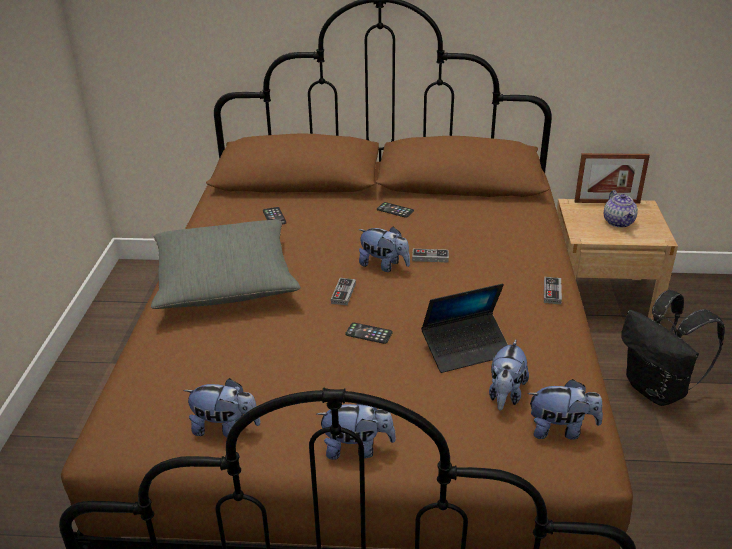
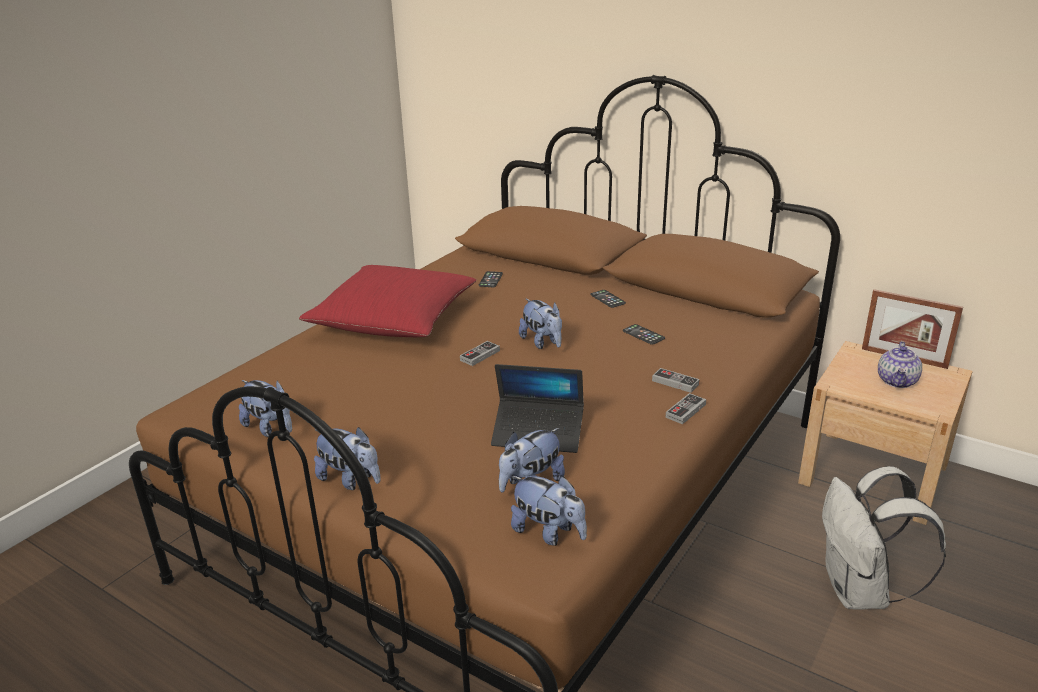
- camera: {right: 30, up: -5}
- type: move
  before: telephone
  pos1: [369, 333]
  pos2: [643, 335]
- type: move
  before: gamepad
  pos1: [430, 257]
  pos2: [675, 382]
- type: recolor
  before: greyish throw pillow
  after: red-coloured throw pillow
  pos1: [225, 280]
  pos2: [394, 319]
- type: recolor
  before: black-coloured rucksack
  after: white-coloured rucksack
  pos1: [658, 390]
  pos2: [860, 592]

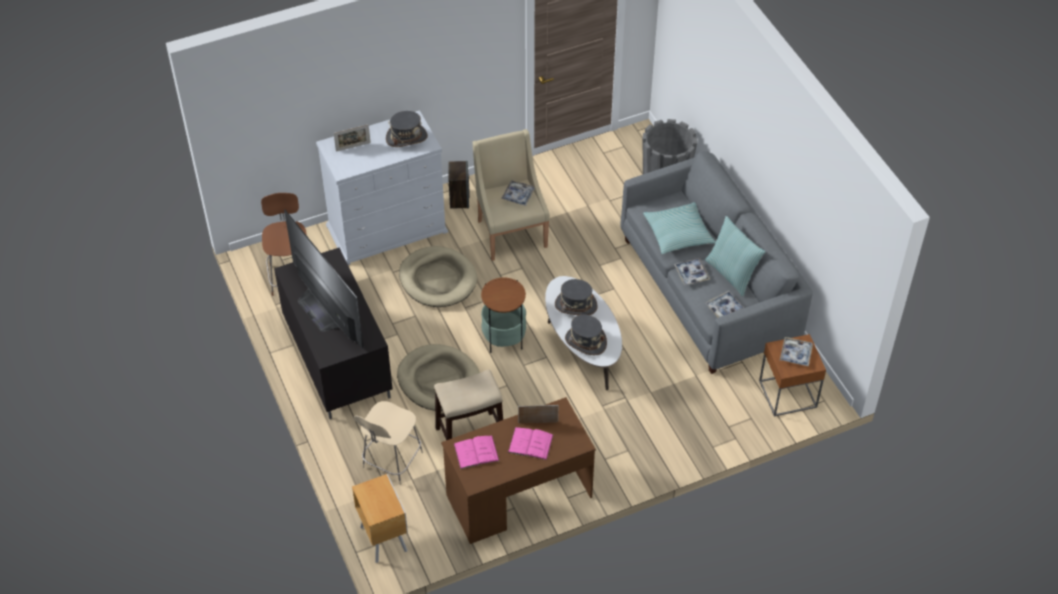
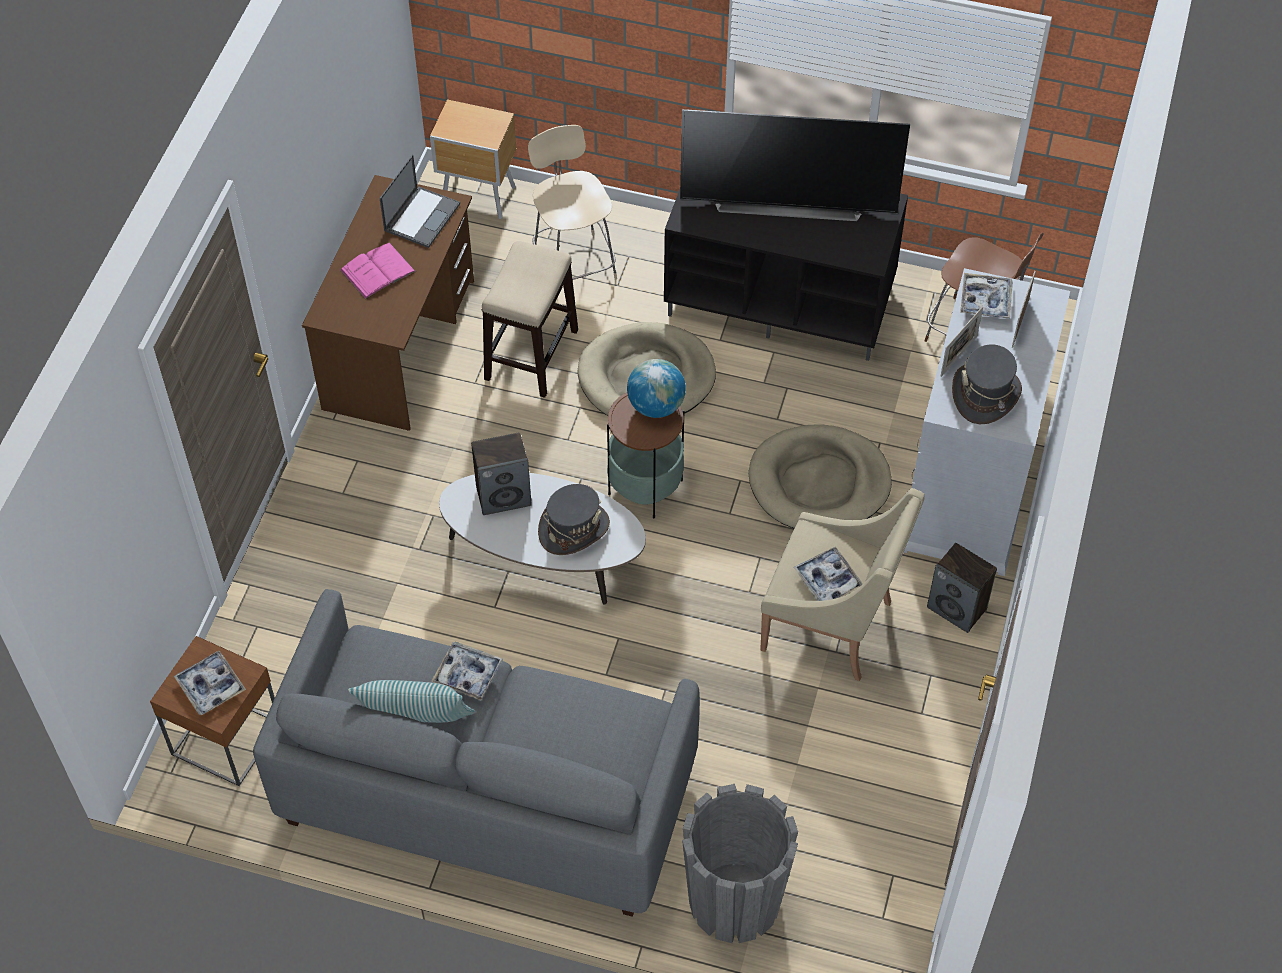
- camera: {right: 130, up: 5}
- type: delete
  before: throw pillow
  pos1: [678, 233]
- type: insert
  after: world globe
  pos2: [656, 406]
- type: move
  before: photo frame
  pos1: [538, 422]
  pos2: [958, 356]
- type: move
  before: tray
  pos1: [724, 308]
  pos2: [985, 300]
- type: replace
  before: pink book
  after: portable computer
  pos1: [476, 452]
  pos2: [422, 216]
- type: replace
  before: greyish clothing hat
  after: loudspeaker
  pos1: [585, 341]
  pos2: [504, 496]

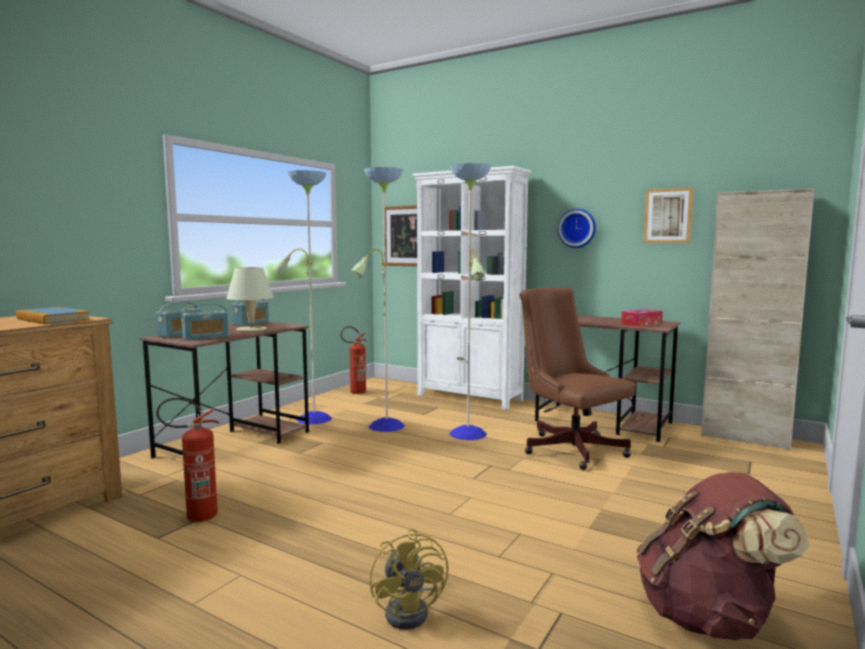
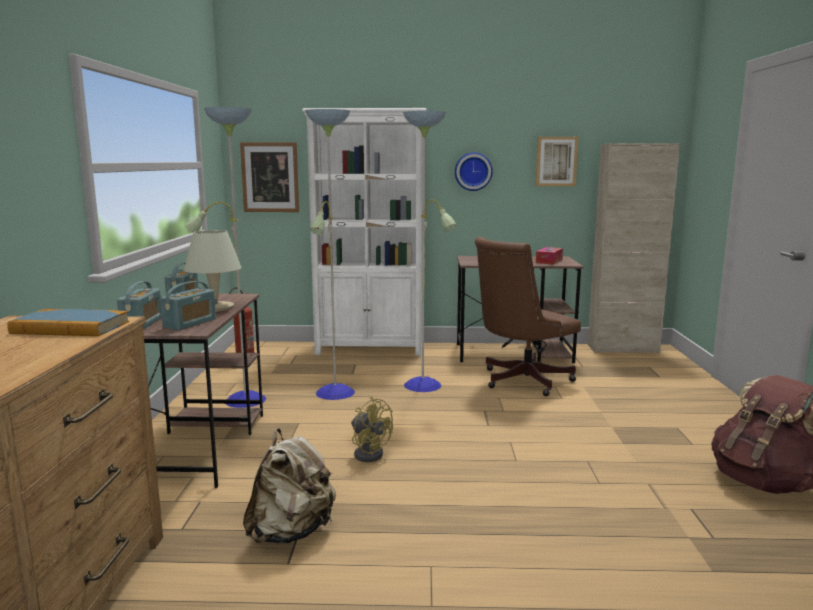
- camera: {right: -30, up: 5}
- type: move
  before: yellow fan
  pos1: [412, 610]
  pos2: [369, 452]
- type: replace
  before: fire-fighting cylinder
  after: sand-coloured rucksack
  pos1: [194, 517]
  pos2: [291, 532]
- type: rotate
  before: brownish office chair
  pos1: [569, 447]
  pos2: [520, 381]
  turn: -60

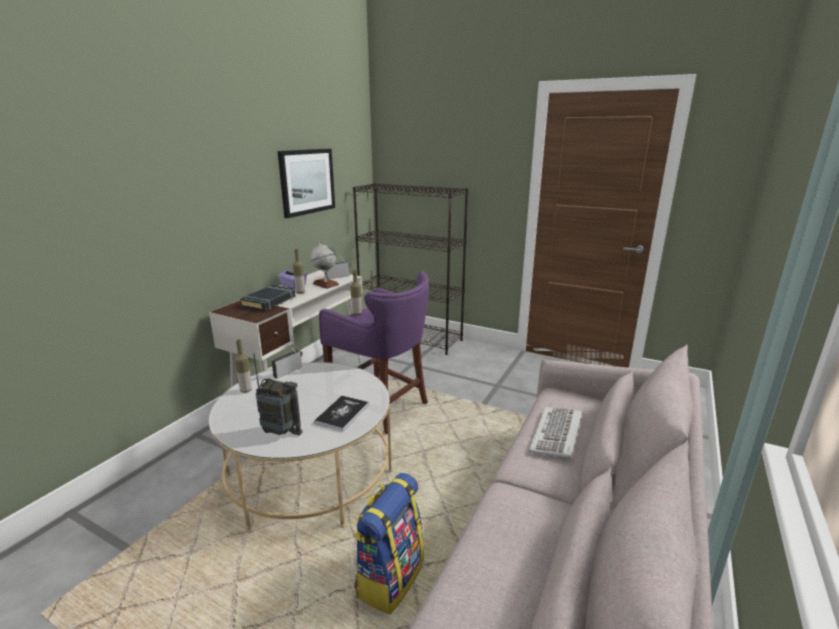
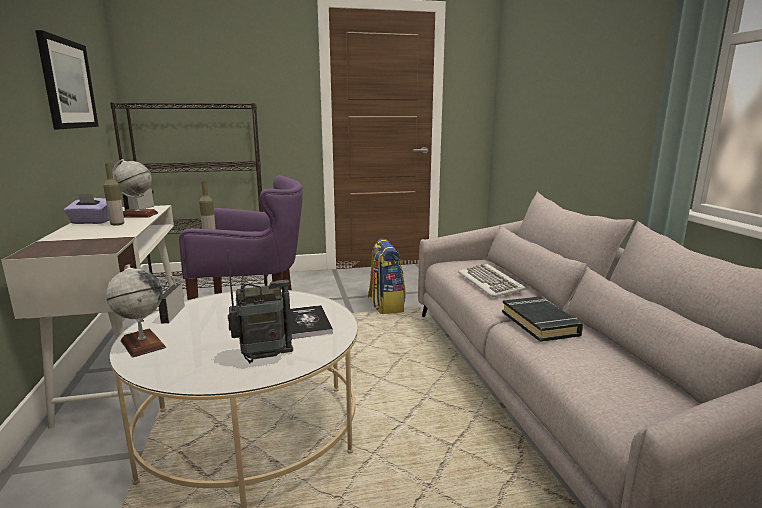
- camera: {right: -40, up: -5}
- type: move
  before: black-coloured book
  pos1: [269, 302]
  pos2: [540, 323]
- type: move
  before: rucksack
  pos1: [390, 577]
  pos2: [385, 305]
- type: replace
  before: bottle
  after: world globe
  pos1: [246, 390]
  pos2: [142, 344]

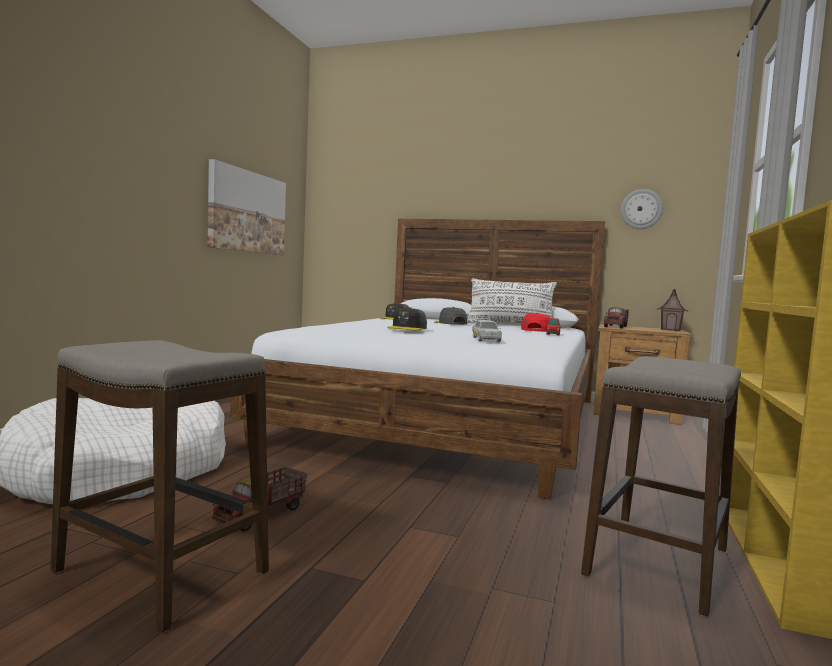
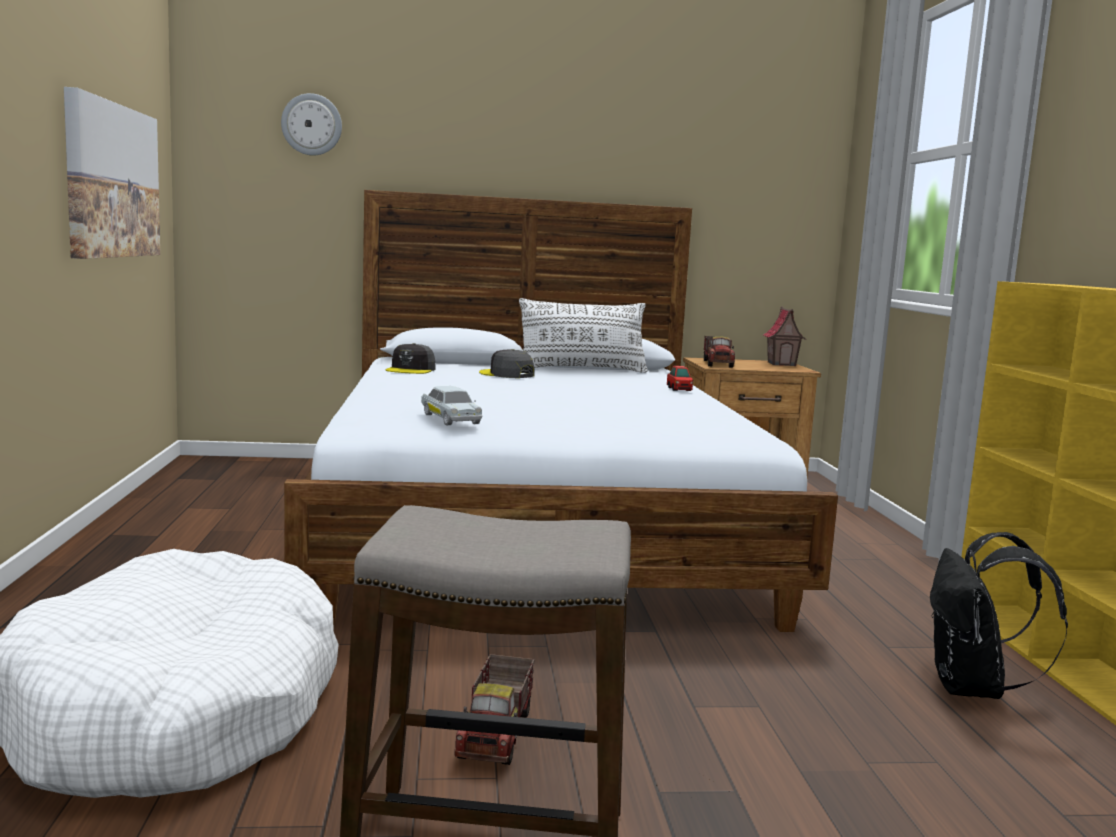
- camera: {right: -25, up: 5}
- type: delete
  before: greyish cap
  pos1: [407, 328]
- type: delete
  before: red-coloured cap
  pos1: [536, 330]
- type: move
  before: white-coloured miniature car
  pos1: [486, 339]
  pos2: [450, 419]
- type: move
  before: hanging clock
  pos1: [641, 209]
  pos2: [312, 124]
- type: replace
  before: stool
  after: black-coloured rucksack
  pos1: [658, 562]
  pos2: [973, 689]

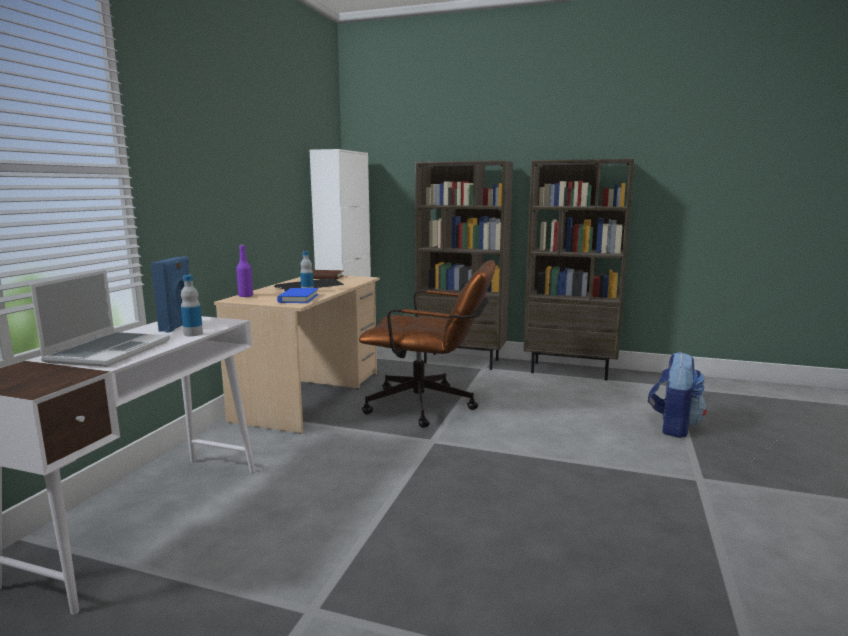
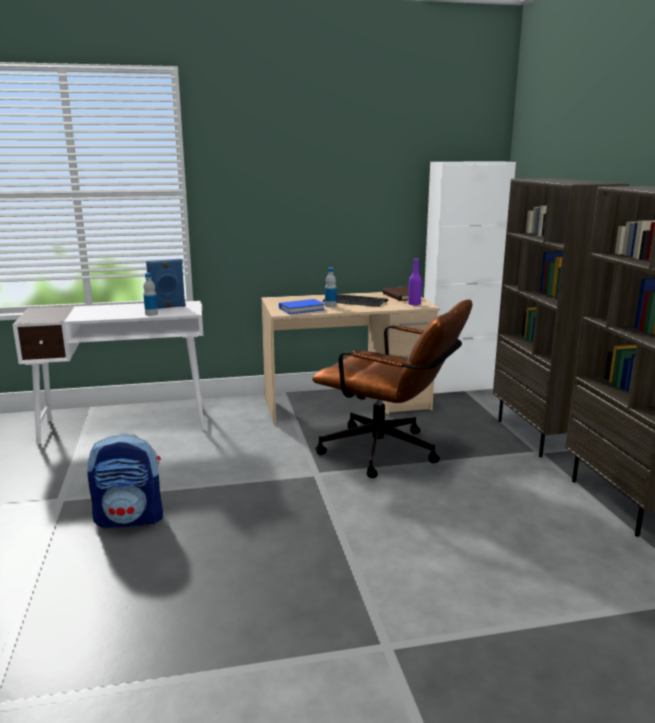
- camera: {right: 60, up: 5}
- type: delete
  before: portable computer
  pos1: [109, 351]
- type: move
  before: purple bottle
  pos1: [245, 296]
  pos2: [414, 304]
- type: move
  before: rucksack
  pos1: [673, 426]
  pos2: [130, 518]
- type: rotate
  before: brownish office chair
  pos1: [430, 406]
  pos2: [389, 453]
  turn: -45

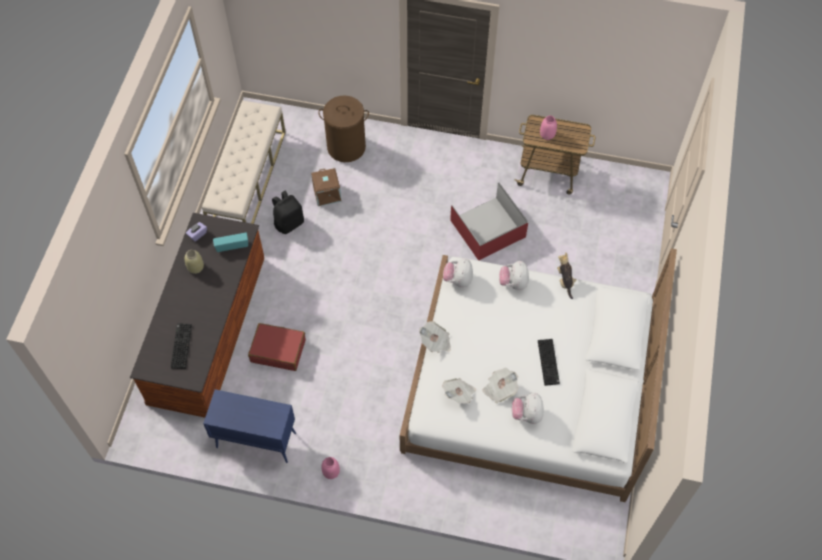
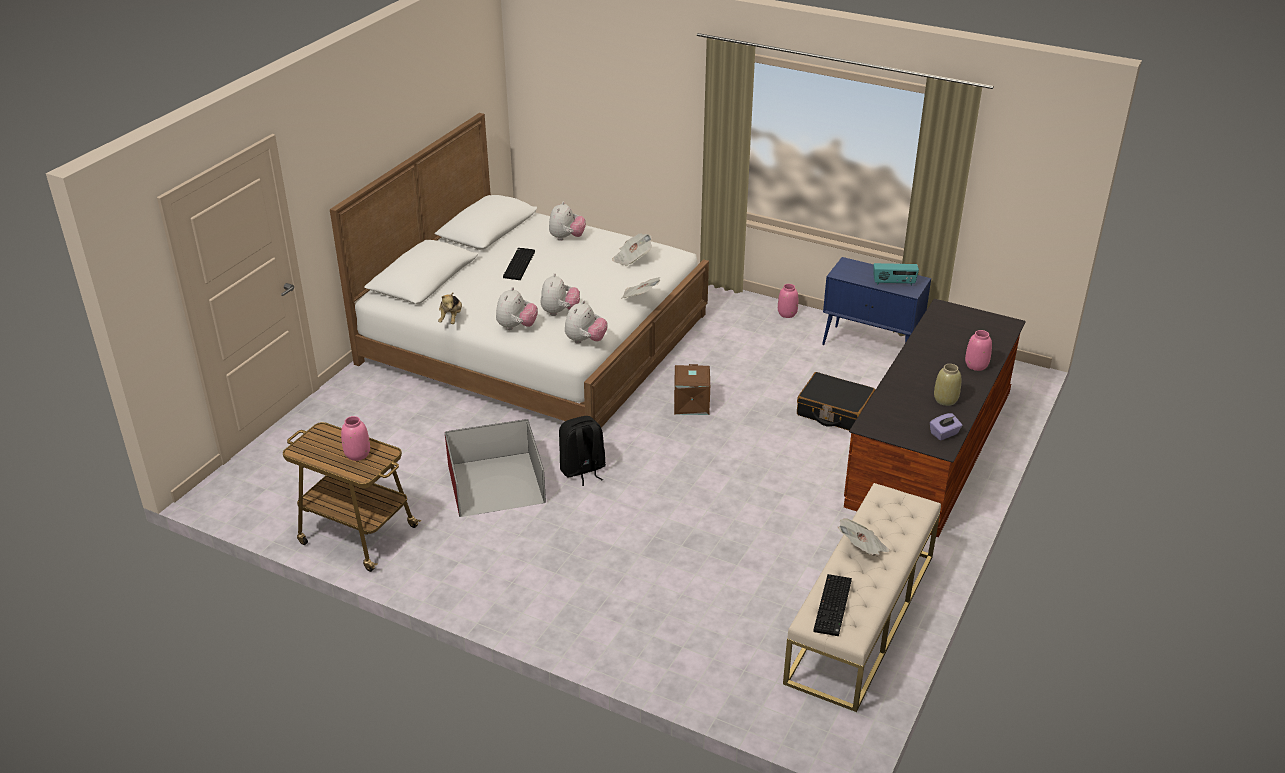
- camera: {right: -165, up: -25}
- type: delete
  before: brownish laundry basket
  pos1: [346, 147]
- type: insert
  after: cuddly toy
  pos2: [560, 312]
- type: insert
  after: pink decorative vase
  pos2: [976, 365]
- type: move
  before: keyboard
  pos1: [180, 346]
  pos2: [834, 606]
- type: move
  before: radio
  pos1: [232, 246]
  pos2: [894, 283]
- type: move
  before: black-coloured rucksack
  pos1: [289, 223]
  pos2: [582, 470]
- type: move
  before: brownish storage container
  pos1: [327, 194]
  pos2: [690, 404]
- type: move
  before: daily paper
  pos1: [499, 389]
  pos2: [862, 548]
- type: recolor
  before: red-coloured travel case
  after: black-coloured travel case
  pos1: [278, 350]
  pos2: [834, 411]

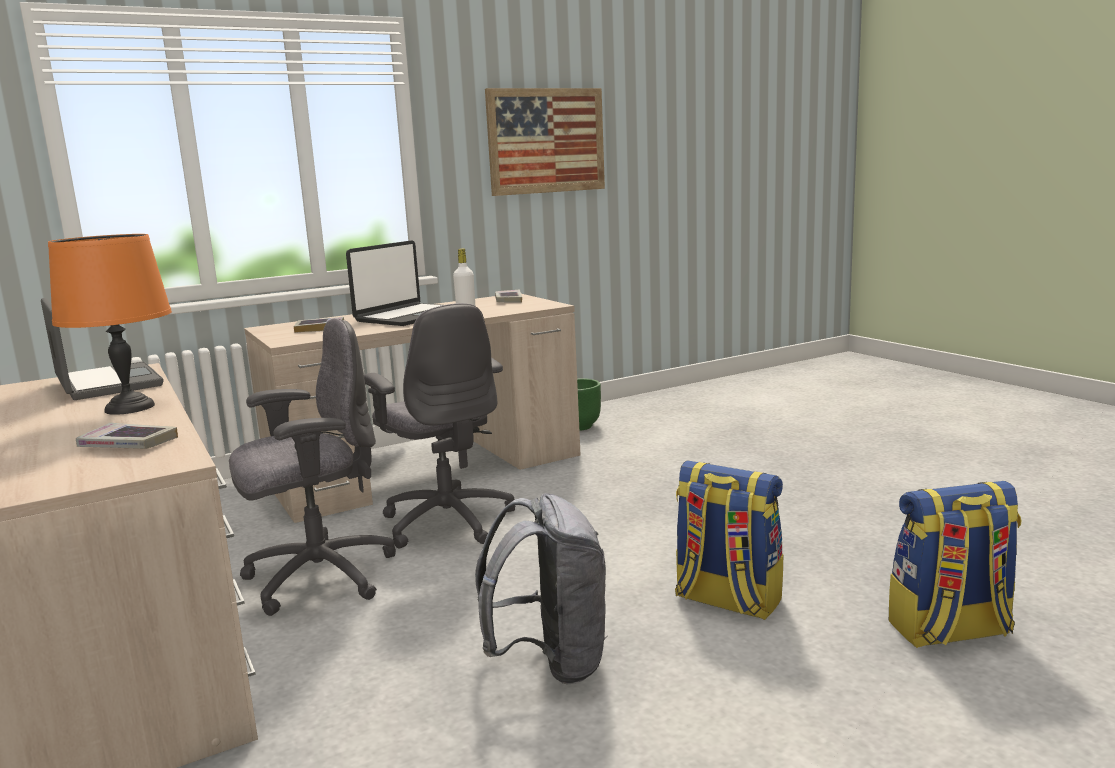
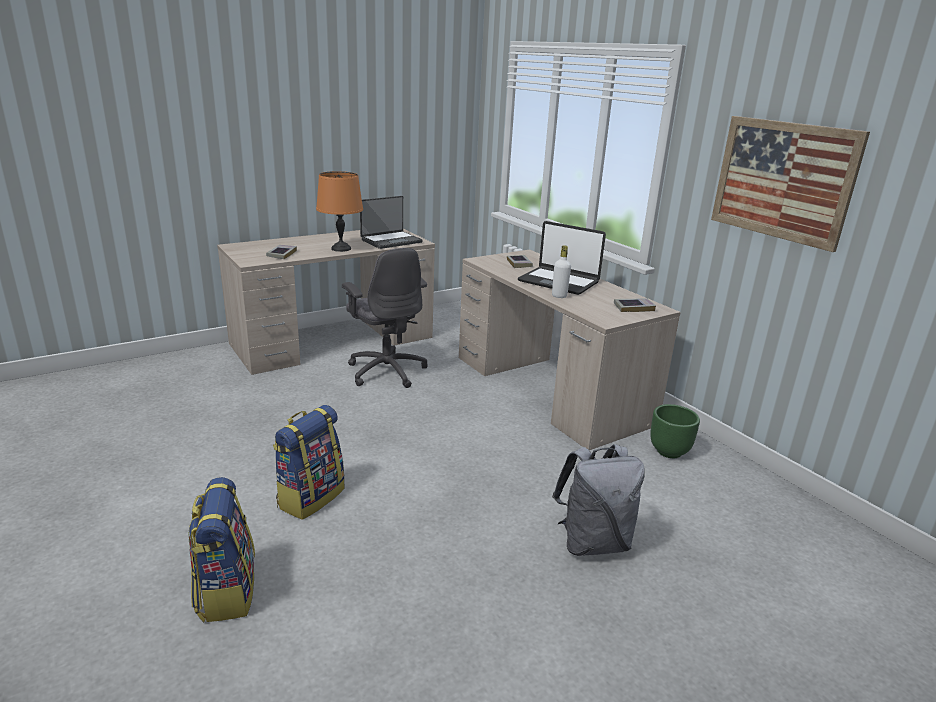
- camera: {right: 85, up: 10}
- type: delete
  before: greyish office chair
  pos1: [447, 521]
- type: move
  before: greyish rucksack
  pos1: [550, 662]
  pos2: [593, 542]

